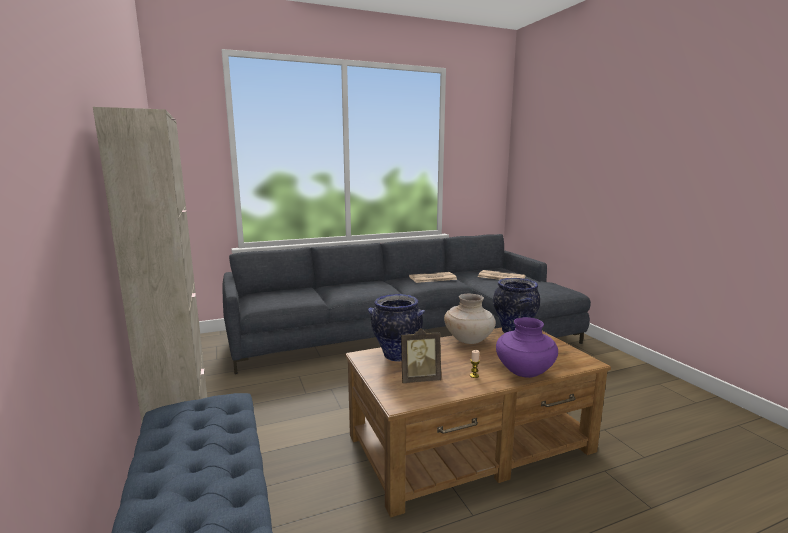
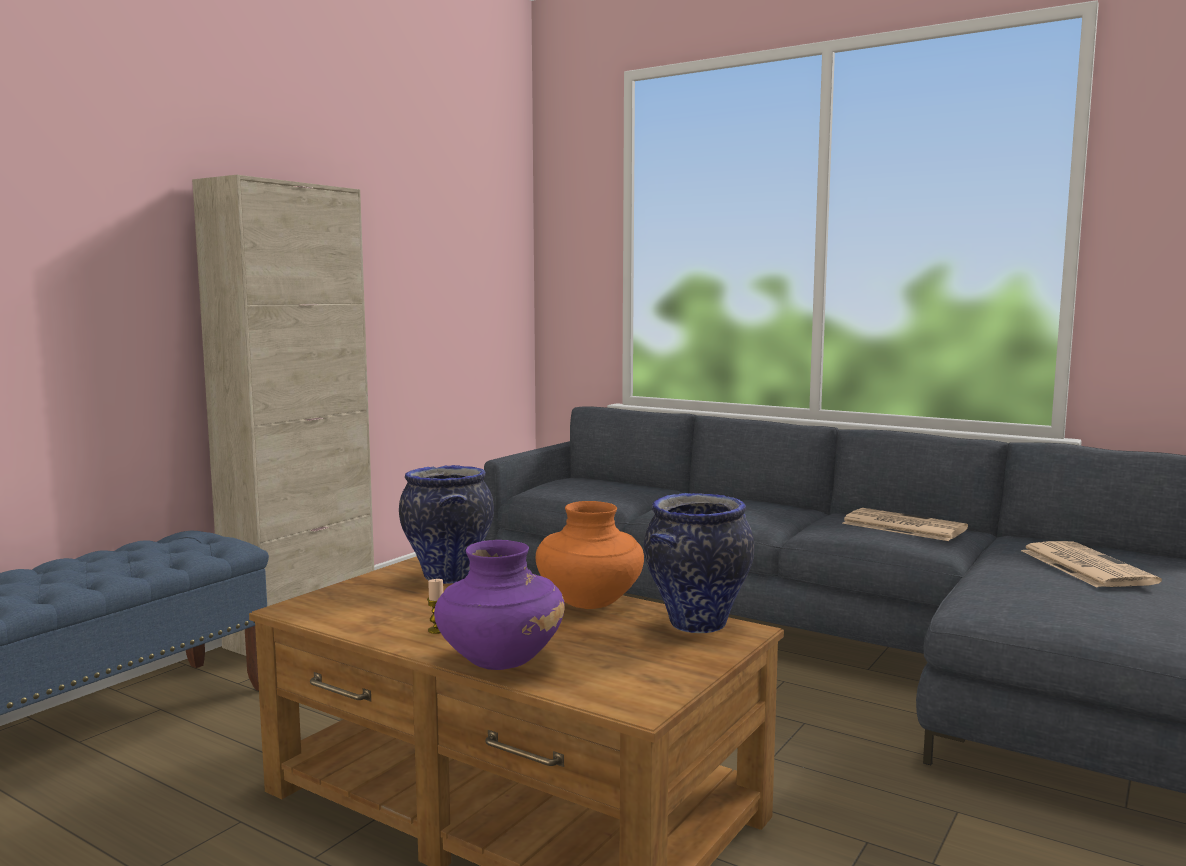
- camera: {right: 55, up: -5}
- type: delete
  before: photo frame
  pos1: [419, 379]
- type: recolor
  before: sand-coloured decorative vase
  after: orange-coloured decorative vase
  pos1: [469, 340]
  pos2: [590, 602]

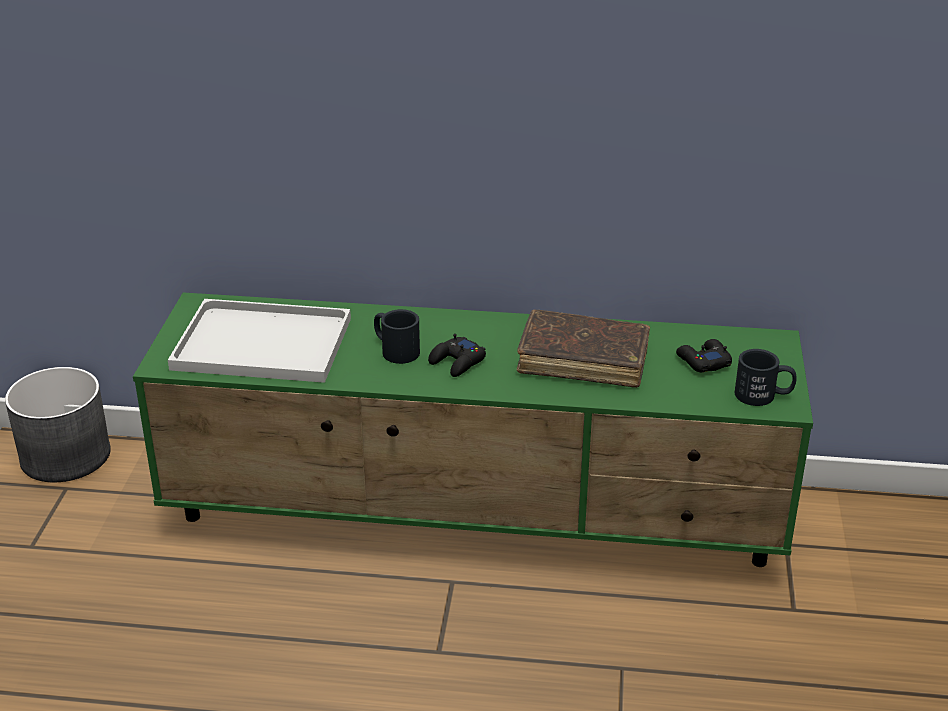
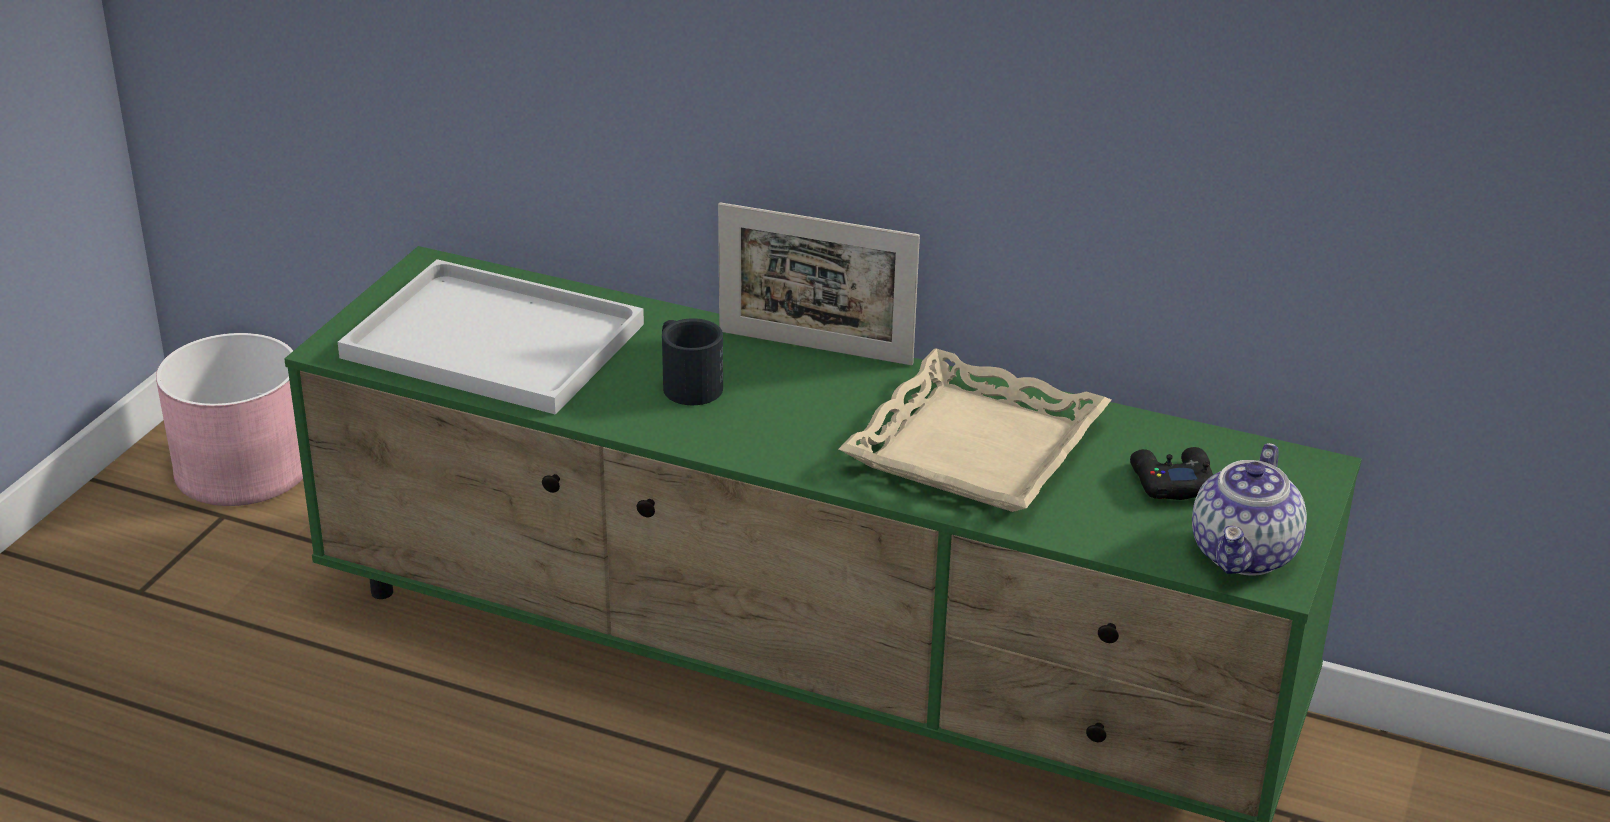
- camera: {right: 15, up: 0}
- type: delete
  before: black-coloured gamepad
  pos1: [457, 362]
- type: insert
  after: photo frame
  pos2: [815, 347]
- type: replace
  before: brownish book
  after: sand-coloured tray
  pos1: [583, 360]
  pos2: [974, 447]
- type: replace
  before: black-coloured coffee mug
  after: tea pot
  pos1: [763, 395]
  pos2: [1245, 555]
- type: recolor
  before: greyish flower pot
  after: pink flower pot
  pos1: [66, 455]
  pos2: [244, 468]

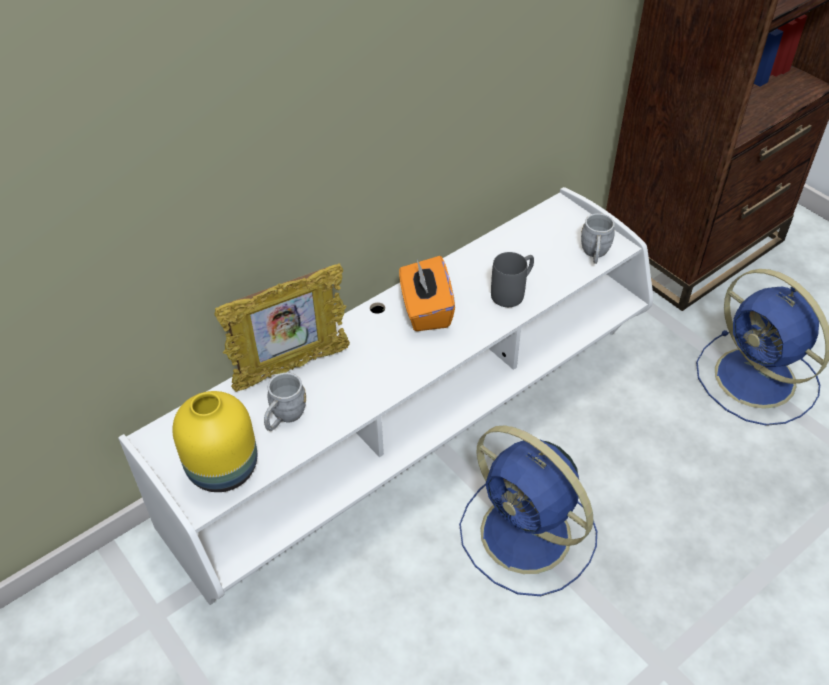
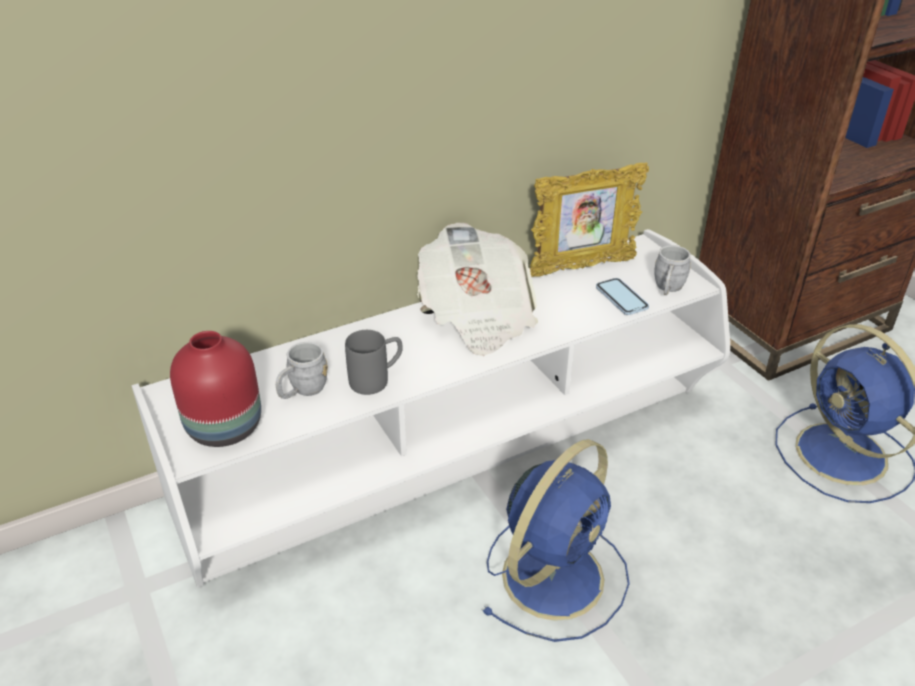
- camera: {right: 10, up: -10}
- type: insert
  after: telephone
  pos2: [621, 298]
- type: move
  before: photo frame
  pos1: [291, 368]
  pos2: [581, 267]
- type: move
  before: greyish coffee mug
  pos1: [513, 292]
  pos2: [377, 379]
- type: replace
  before: orange-coloured tissue holder
  after: daily paper
  pos1: [426, 310]
  pos2: [477, 316]
- type: recolor
  before: yellow decorative vase
  after: red-coloured decorative vase
  pos1: [224, 469]
  pos2: [226, 429]
- type: rotate
  before: bluish fan
  pos1: [529, 536]
  pos2: [555, 574]
  turn: -105

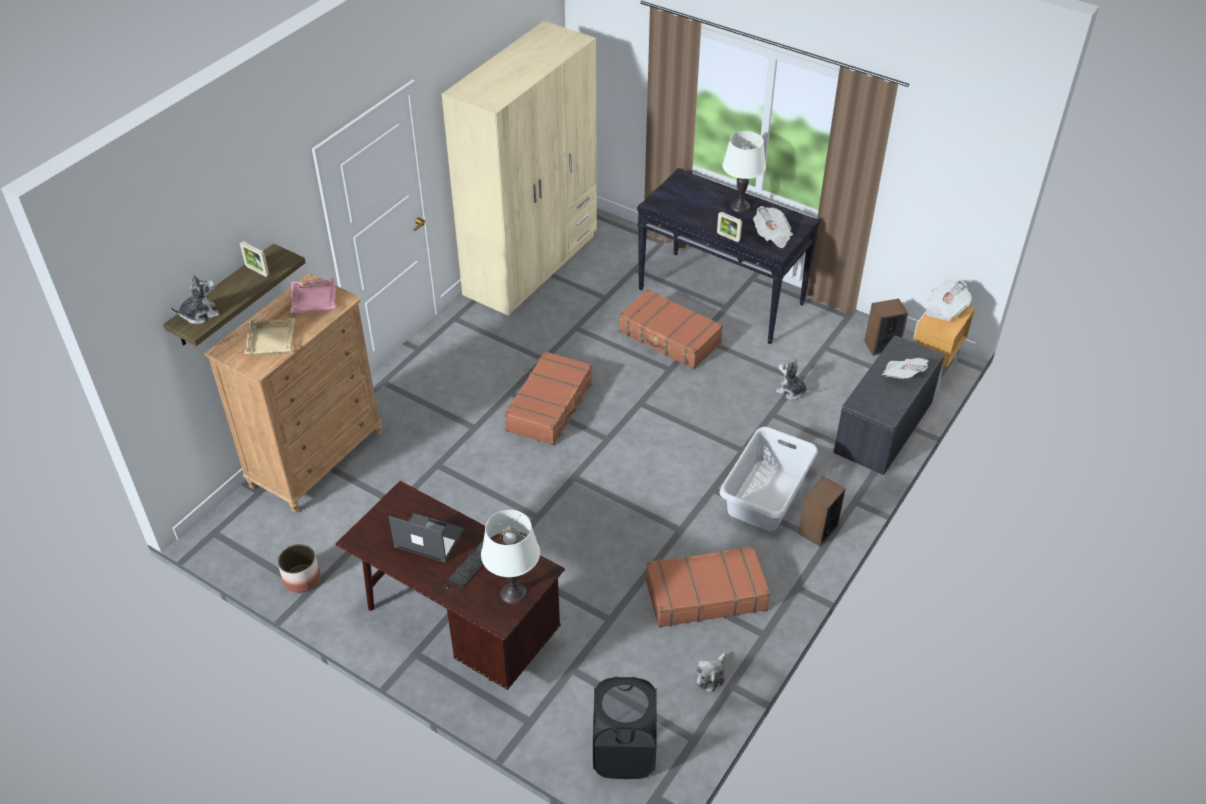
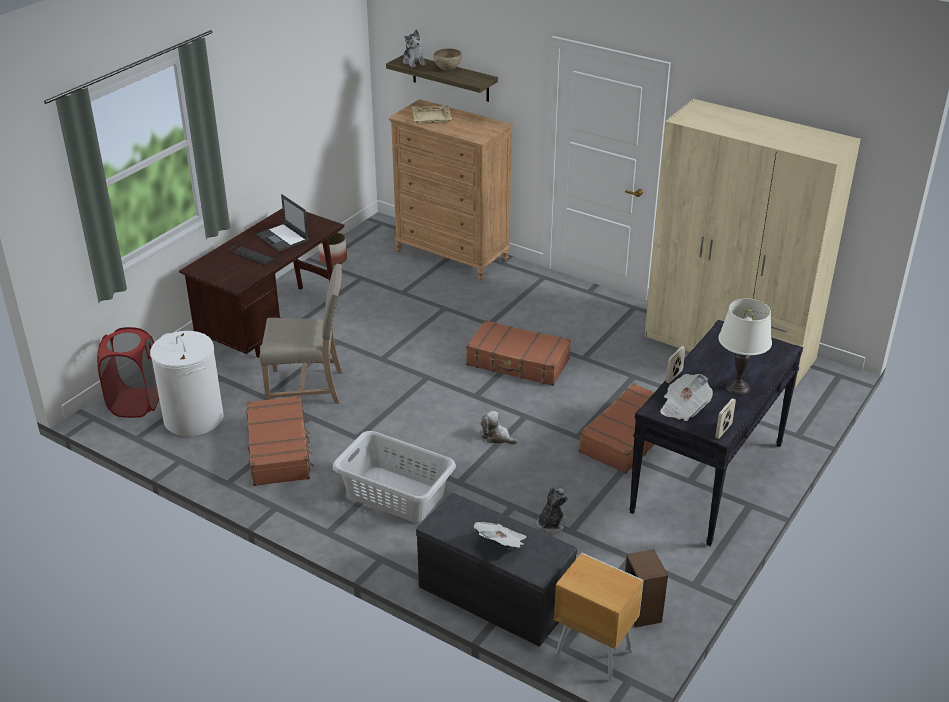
- camera: {right: 90, up: -10}
- type: delete
  before: pink tray
  pos1: [314, 299]
- type: delete
  before: white-coloured tabletop lamp
  pos1: [513, 593]
- type: delete
  before: loudspeaker
  pos1: [817, 530]
- type: delete
  before: daily paper
  pos1: [945, 309]
- type: insert
  after: white-coloured laundry basket
  pos2: [193, 418]
- type: insert
  after: sand-coloured plain chair
  pos2: [308, 387]
- type: insert
  after: brownish serving bowl
  pos2: [448, 69]
- type: move
  before: photo frame
  pos1: [257, 271]
  pos2: [723, 431]
- type: move
  before: cuddly toy
  pos1: [711, 676]
  pos2: [497, 437]
- type: recolor
  before: black-coloured laundry basket
  after: red-coloured laundry basket
  pos1: [624, 753]
  pos2: [136, 403]
- type: rotate
  before: portable computer
  pos1: [428, 538]
  pos2: [283, 238]
  turn: 120

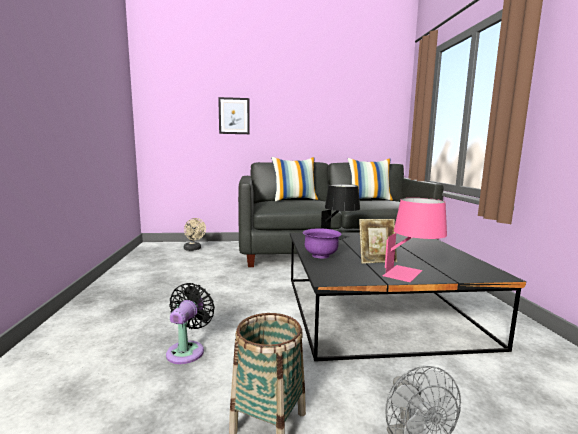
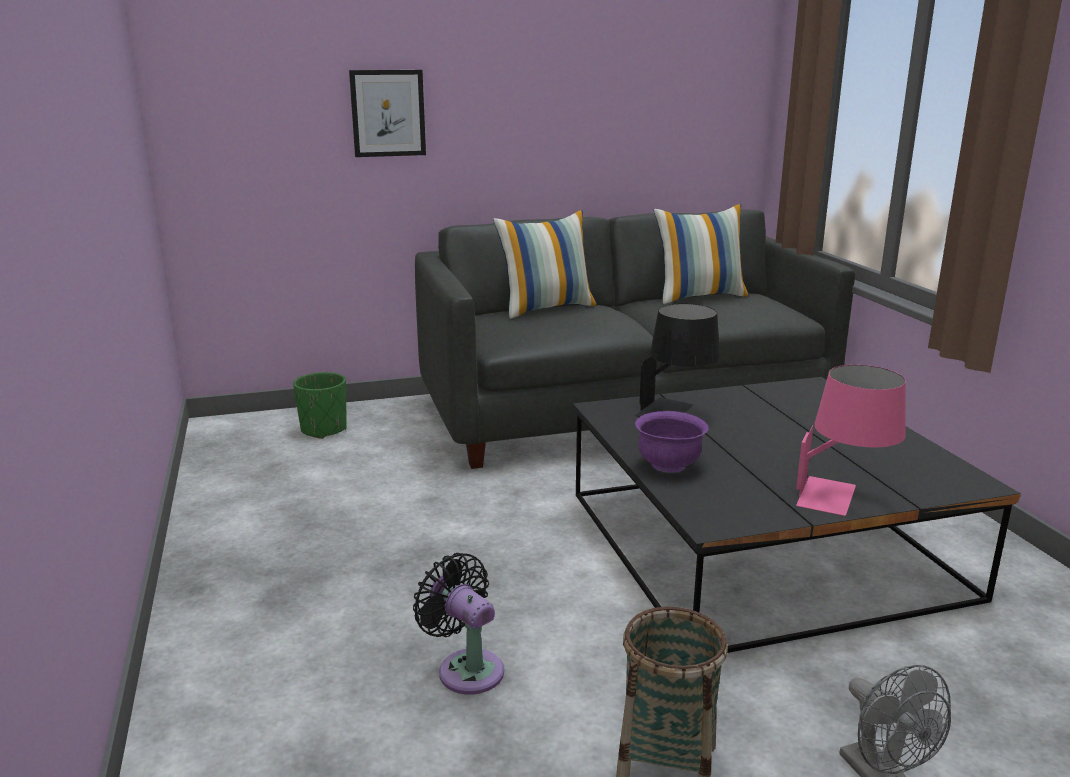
- camera: {right: -10, up: 10}
- type: delete
  before: photo frame
  pos1: [376, 261]
- type: replace
  before: sand-coloured fan
  after: green flower pot
  pos1: [193, 249]
  pos2: [324, 429]
- type: rotate
  before: black-coloured fan
  pos1: [187, 350]
  pos2: [466, 668]
  turn: -45

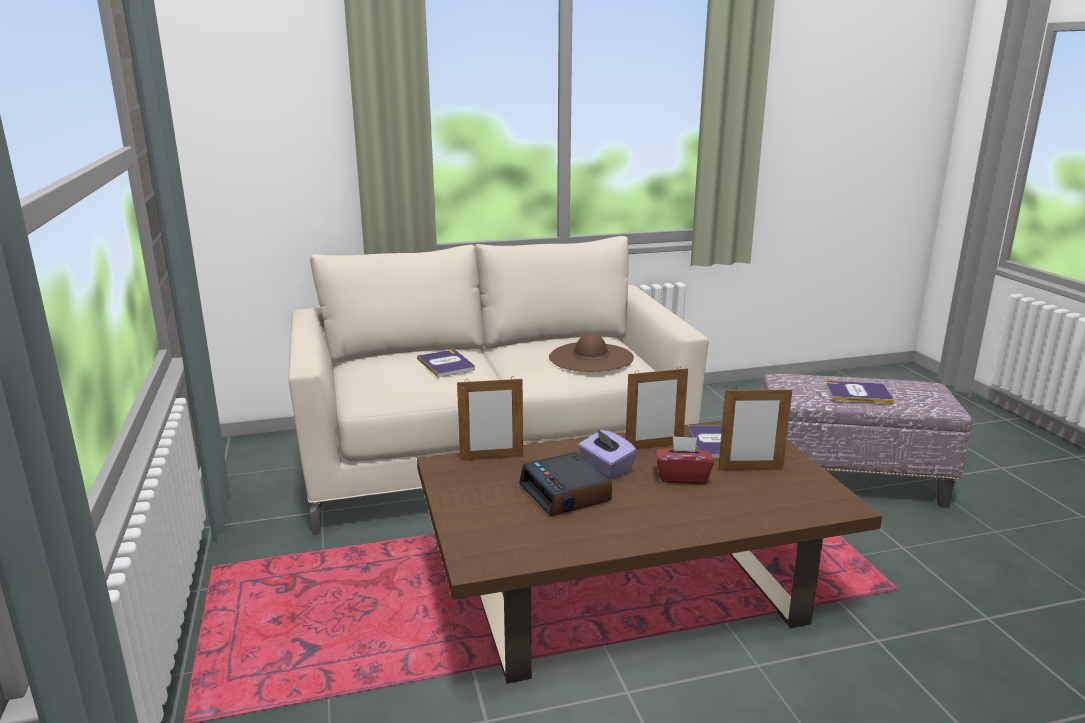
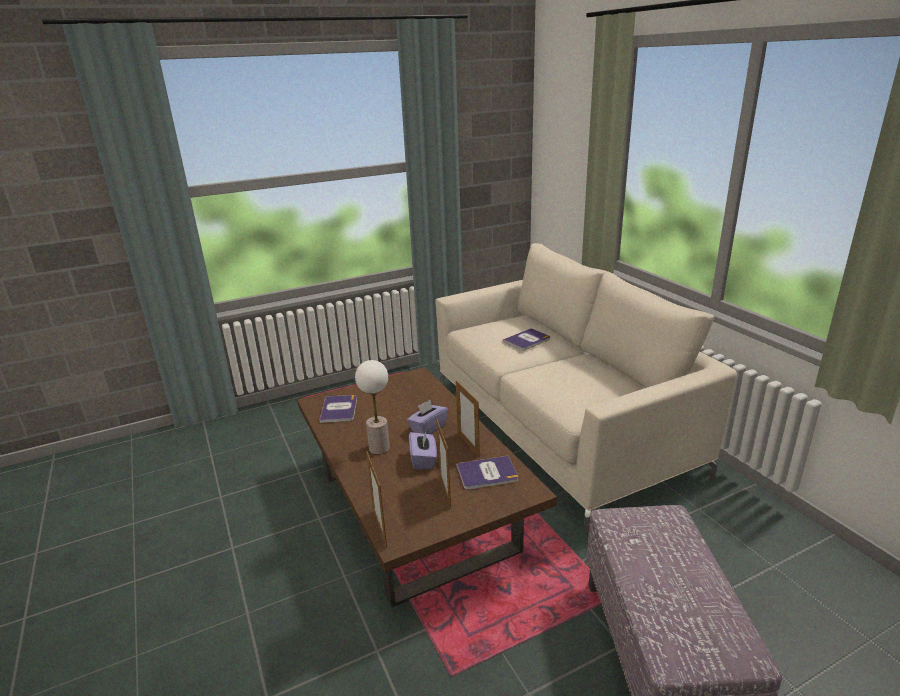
- camera: {right: 80, up: 5}
- type: delete
  before: bedside clock
  pos1: [566, 493]
- type: delete
  before: brownish clothing hat
  pos1: [591, 357]
- type: insert
  after: tabletop lamp
  pos2: [379, 448]
- type: move
  before: photo frame
  pos1: [491, 458]
  pos2: [380, 528]
- type: move
  before: book
  pos1: [858, 393]
  pos2: [339, 409]
- type: recolor
  before: red-coloured tissue holder
  after: purple tissue holder
  pos1: [682, 477]
  pos2: [423, 460]

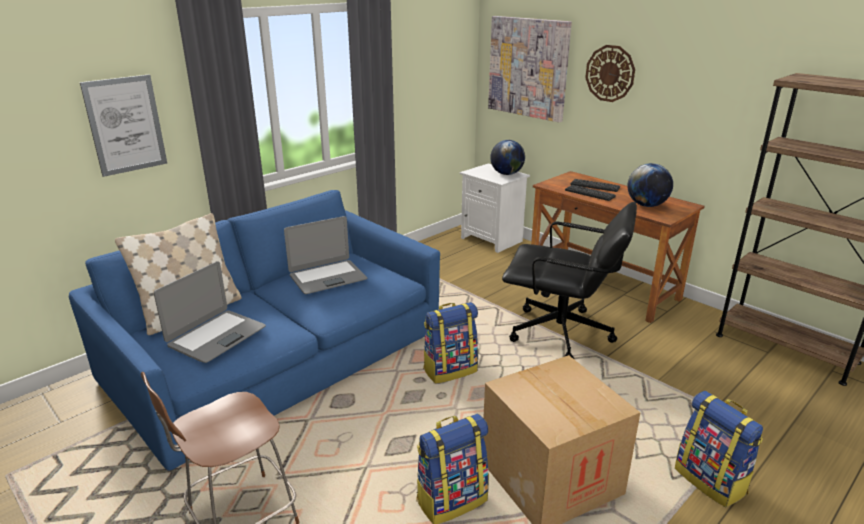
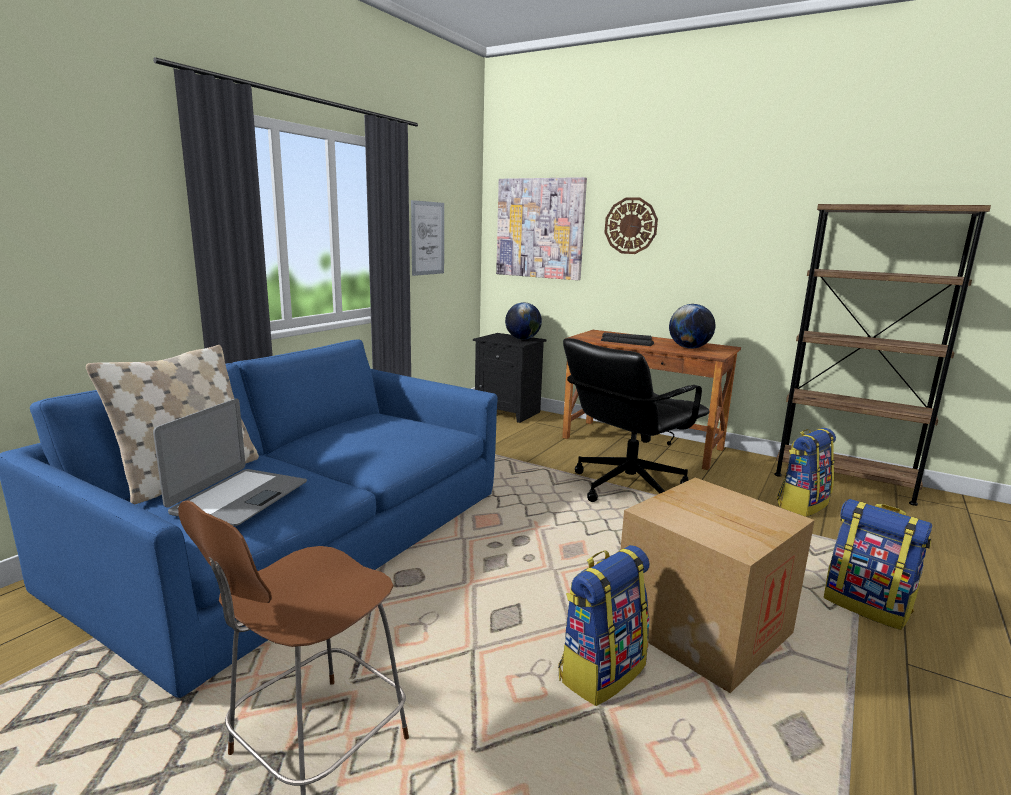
- camera: {right: -15, up: -10}
- type: delete
  before: portable computer
  pos1: [327, 277]
- type: move
  before: wall picture
  pos1: [125, 125]
  pos2: [427, 238]
- type: move
  before: rucksack
  pos1: [450, 370]
  pos2: [802, 504]
- type: recolor
  before: white-coloured night table
  after: black-coloured night table
  pos1: [492, 239]
  pos2: [508, 412]
- type: rotate
  before: black-coloured office chair
  pos1: [561, 334]
  pos2: [627, 487]
  turn: 135

